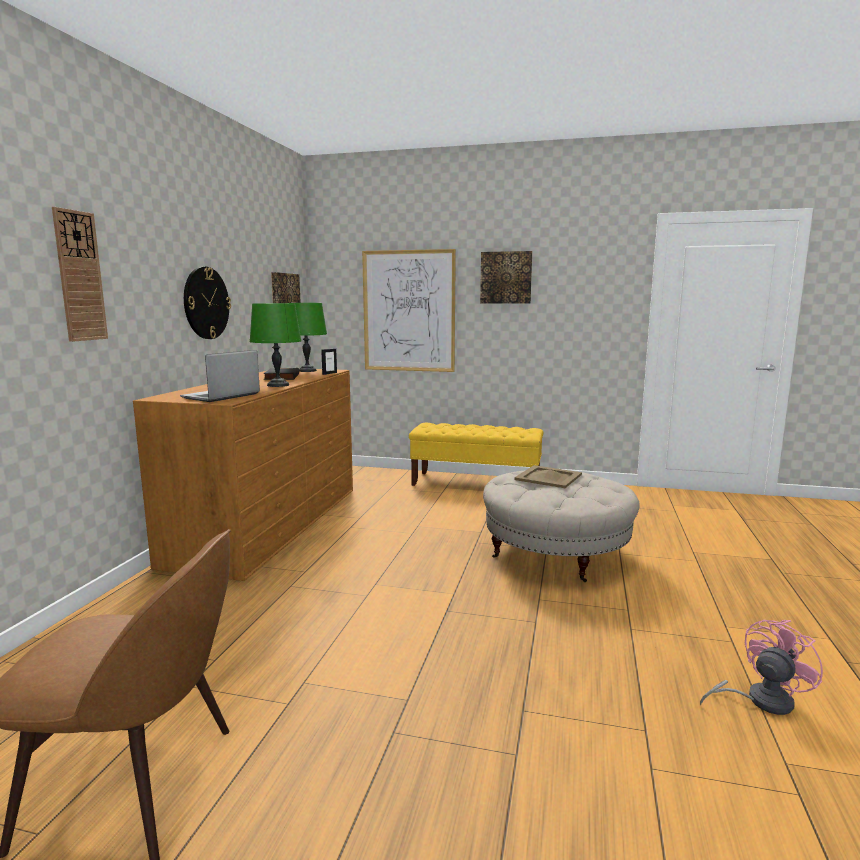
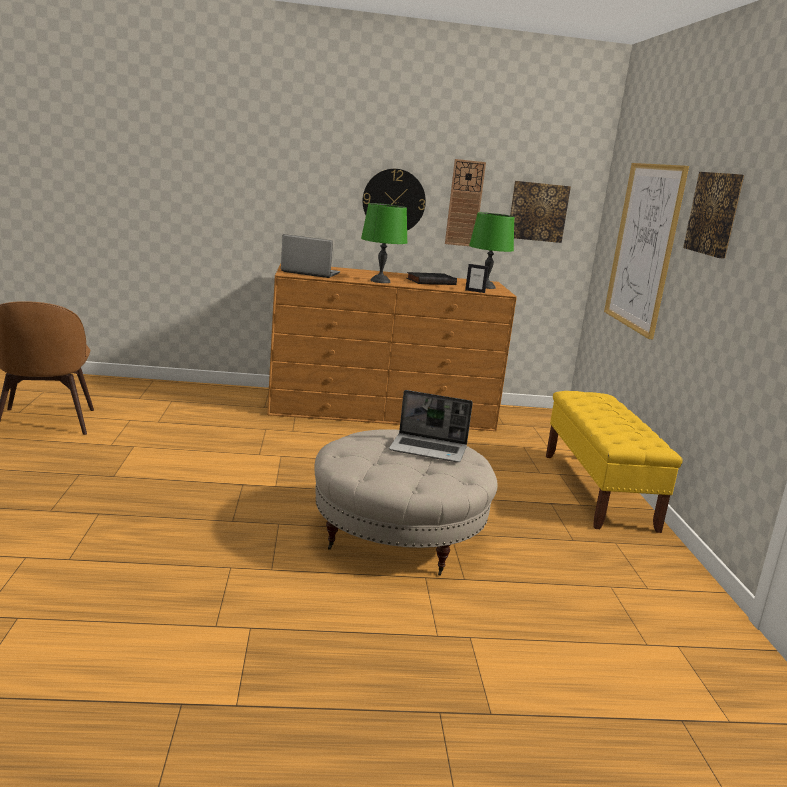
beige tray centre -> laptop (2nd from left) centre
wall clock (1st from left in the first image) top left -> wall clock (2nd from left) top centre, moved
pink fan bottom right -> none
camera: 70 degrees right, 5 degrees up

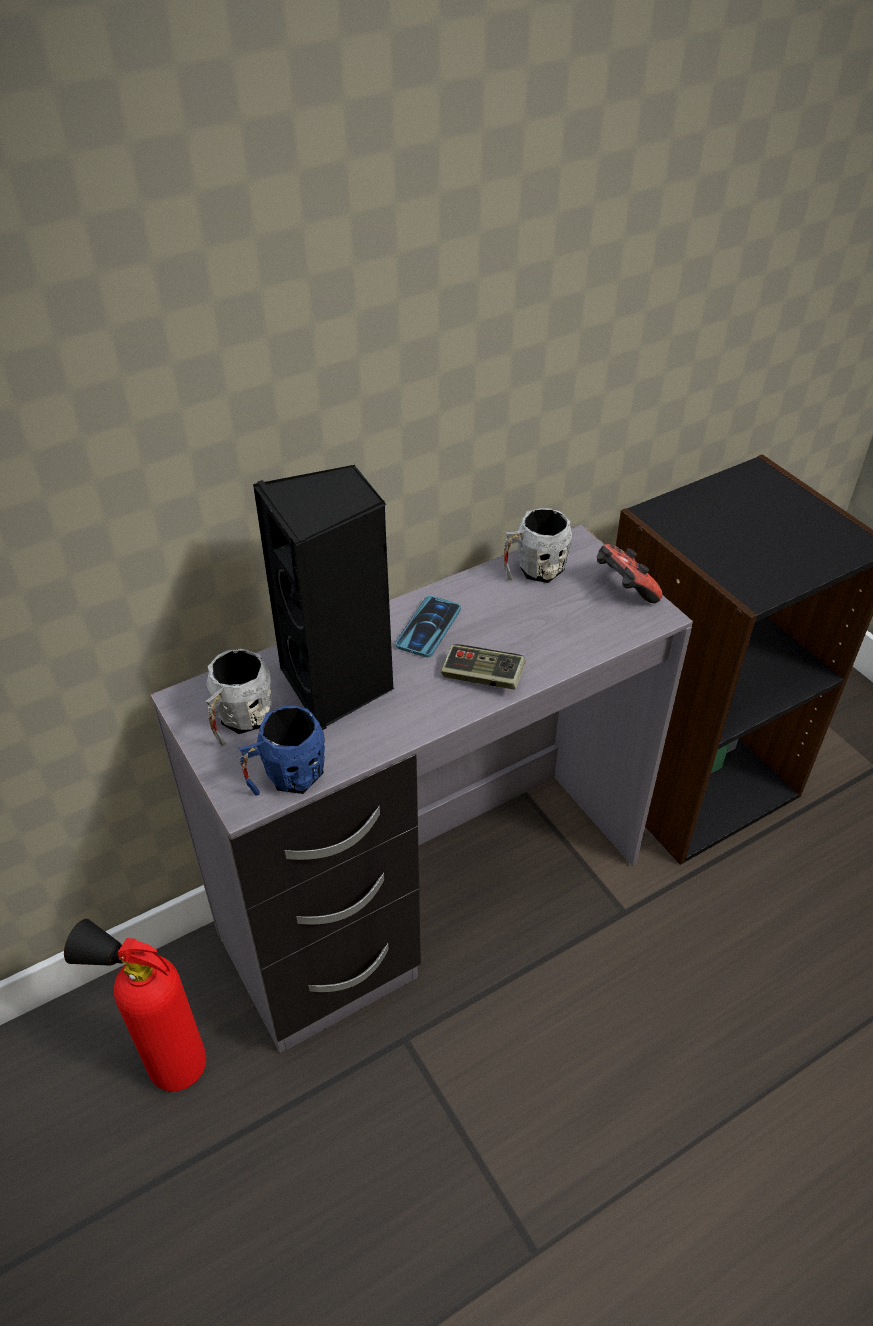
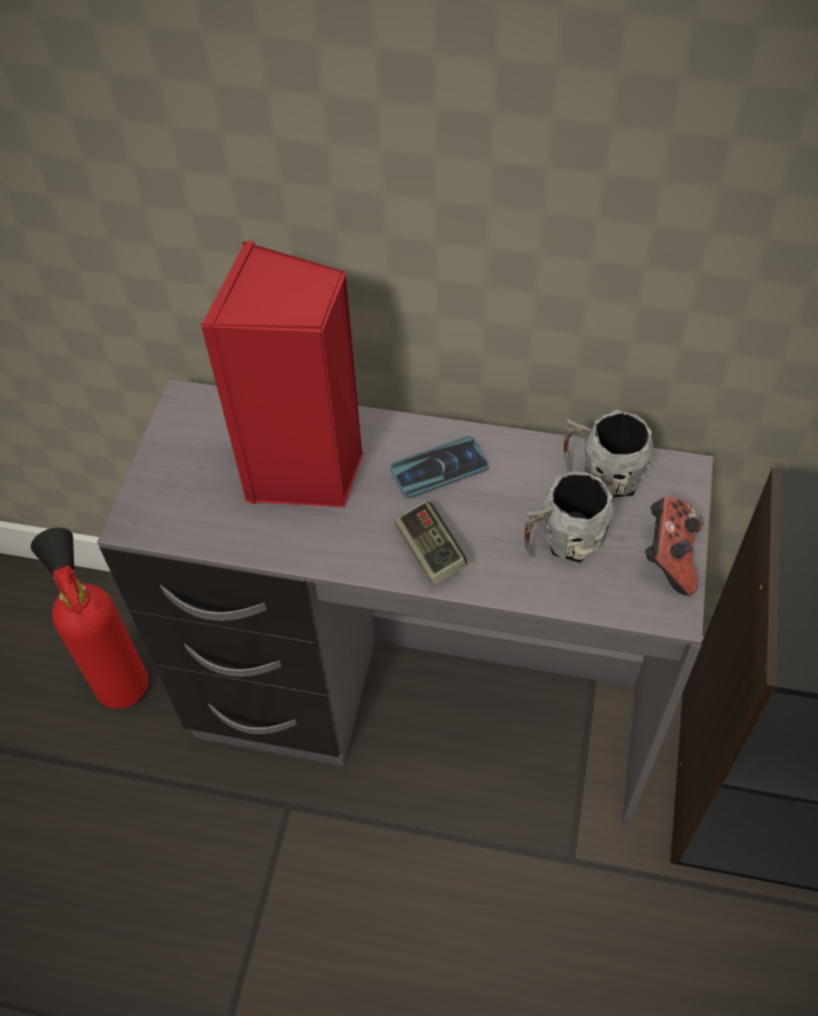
black speaker centre -> red speaker centre
grey mug (1st from left) middle left -> grey mug (1st from left) middle right, moved
blue mug middle left -> none
camera: 45 degrees right, 10 degrees up

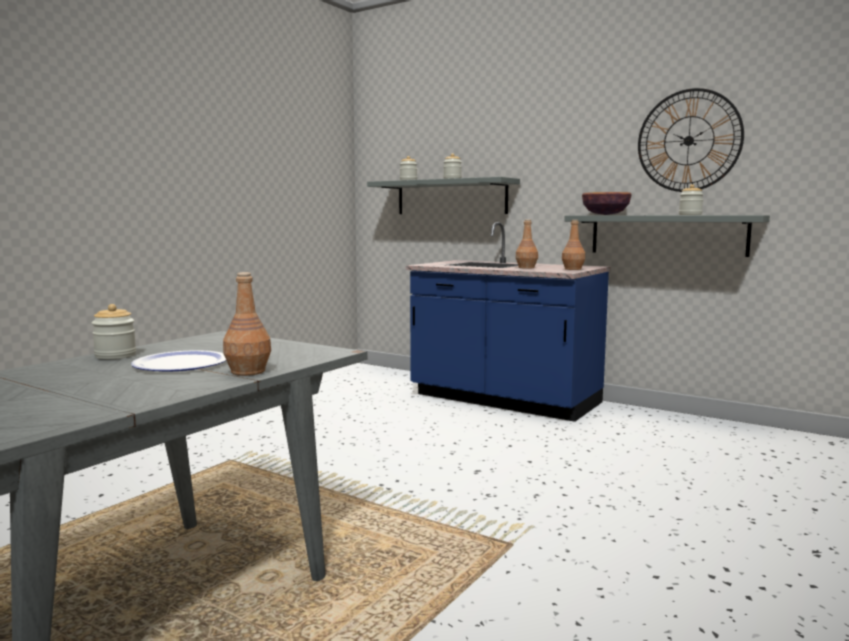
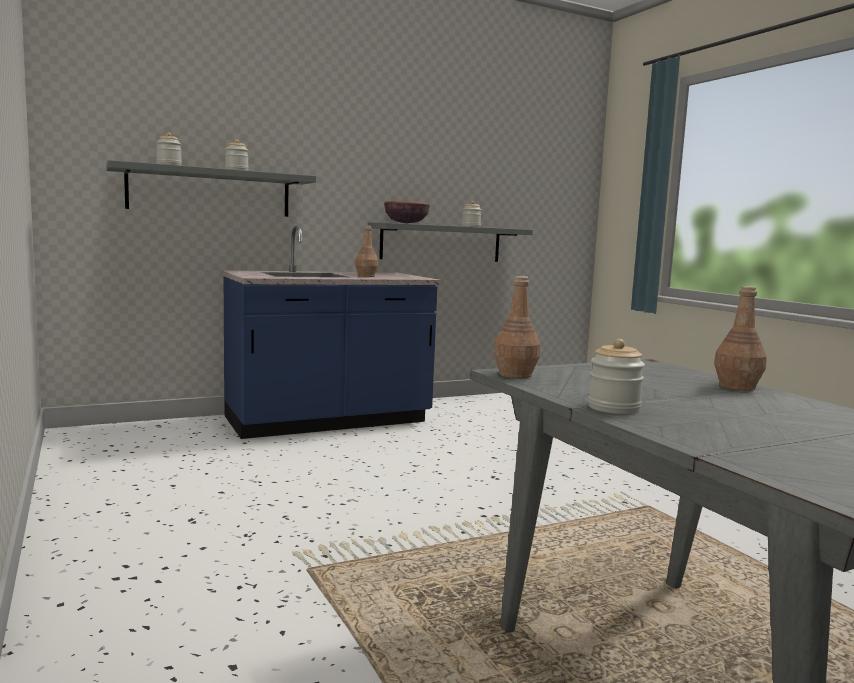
brown bottle (3rd from left in the first image) middle right -> brown bottle (2nd from left) centre, moved
plate middle left -> none
wall clock top right -> none
camera: 60 degrees left, 0 degrees up

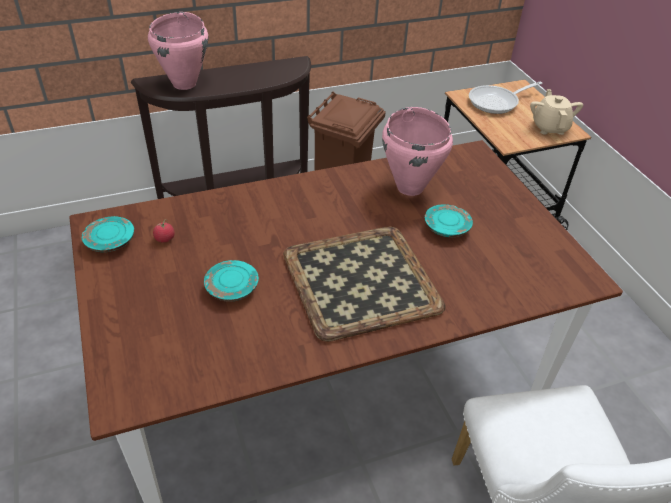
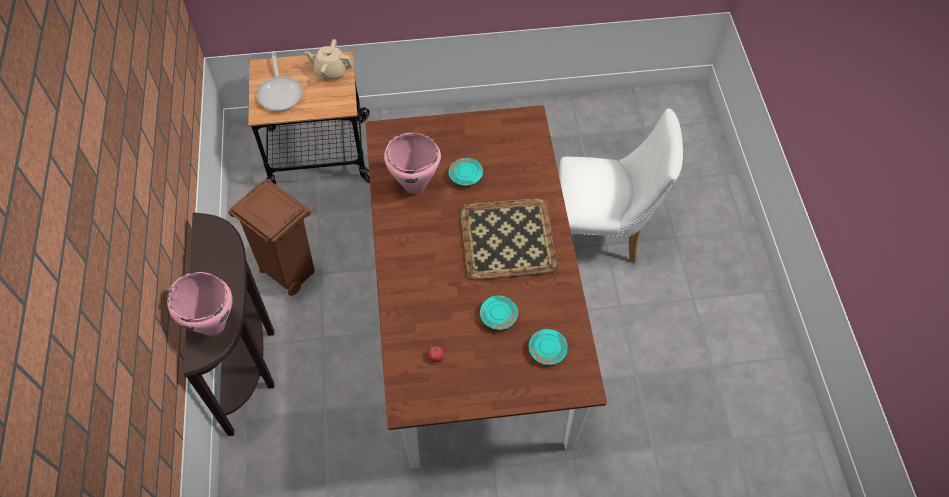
turquoise plate (1st from left in the first image) middle left -> turquoise plate (3rd from left) bottom centre, moved
camera: 75 degrees left, 15 degrees up

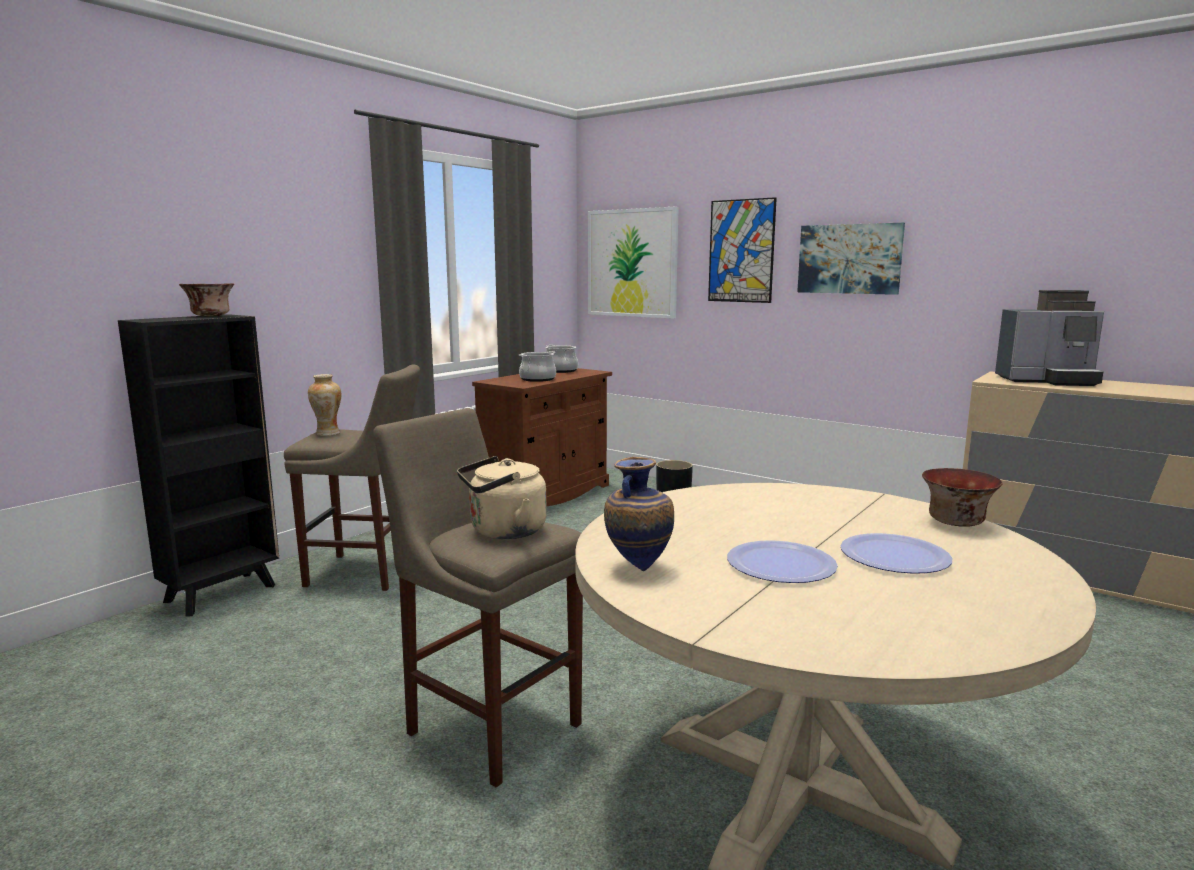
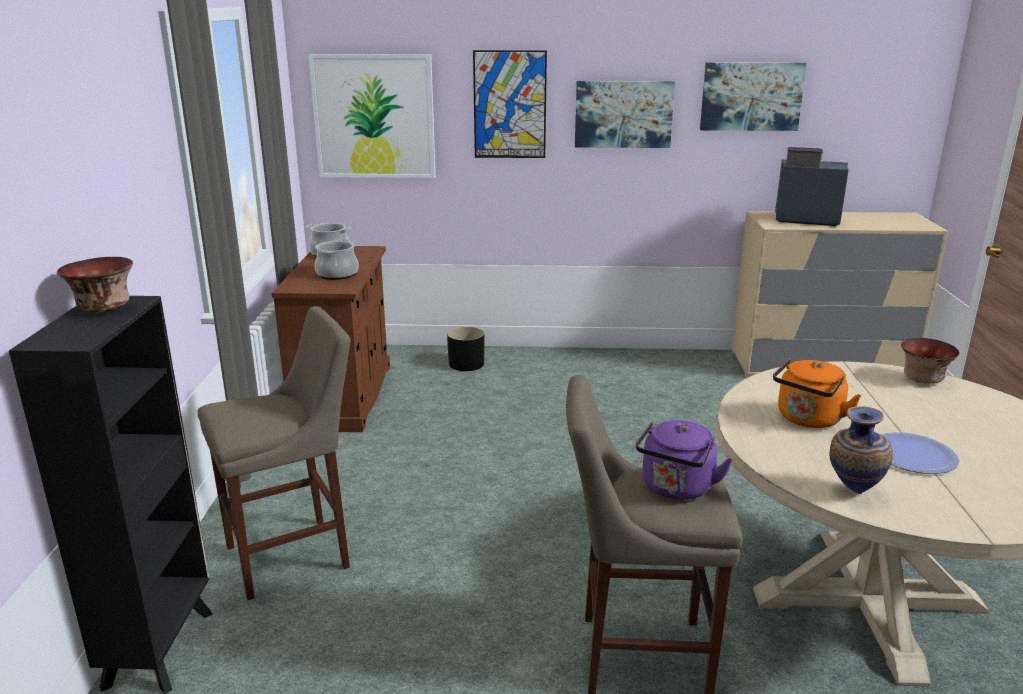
beige kettle centre -> purple kettle middle right
none -> picture (4th from left) top right
none -> orange kettle middle right
coffee machine middle right -> coffee machine top right, 135 degrees counterclockwise
vase (1st from left) middle left -> none
plate (2nd from left) middle right -> none
camera: 35 degrees left, 10 degrees up

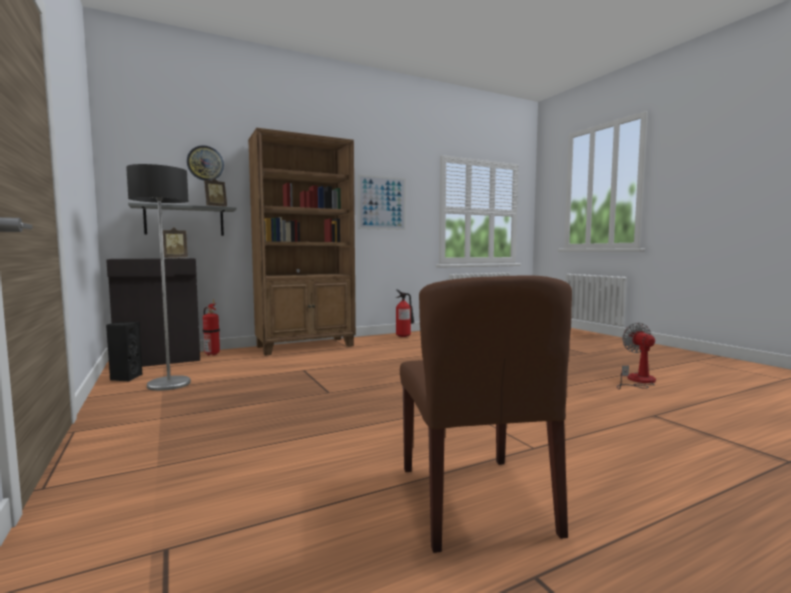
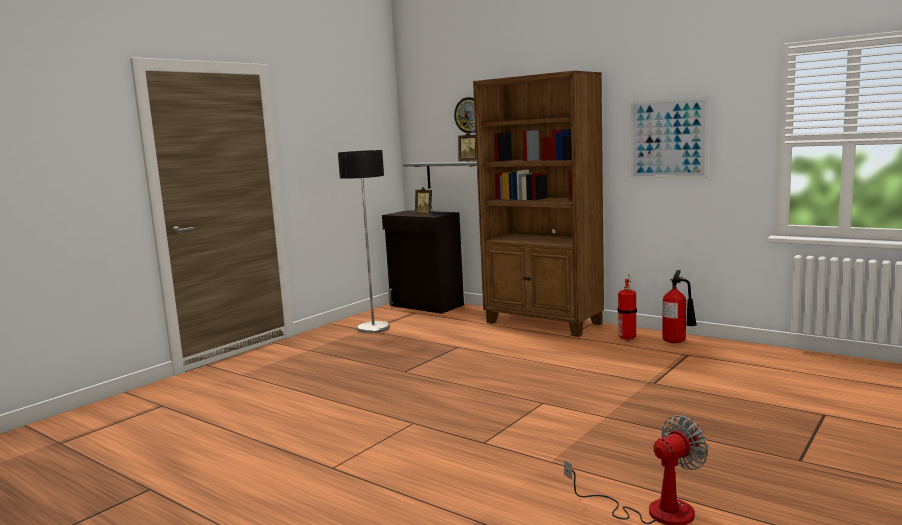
fire extinguisher (1st from left) middle left -> fire extinguisher (1st from left) middle right, moved
black speaker middle left -> none
brown chair bottom centre -> none
camera: 65 degrees right, 5 degrees up

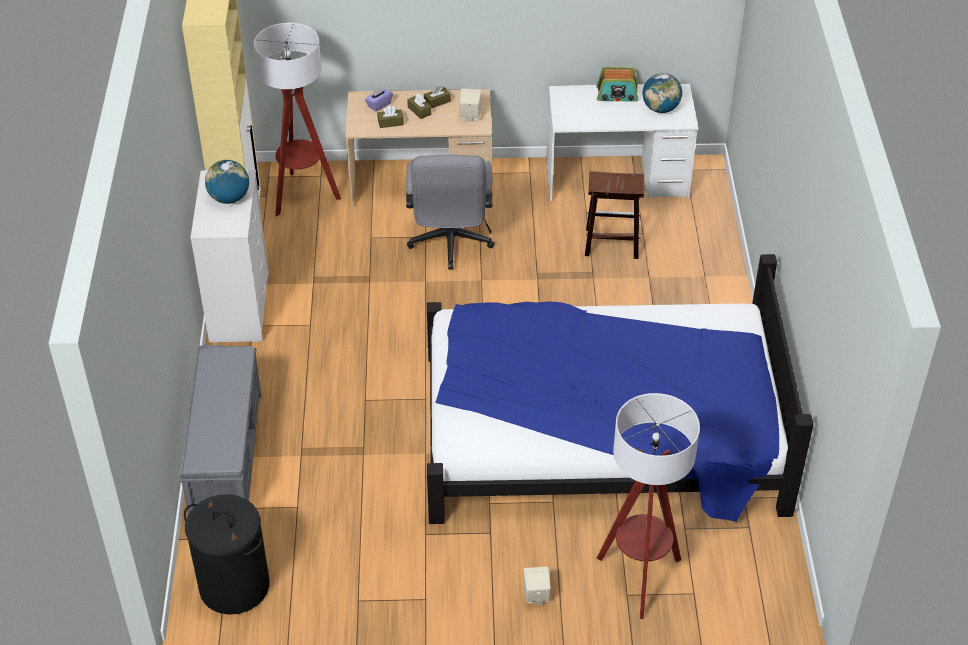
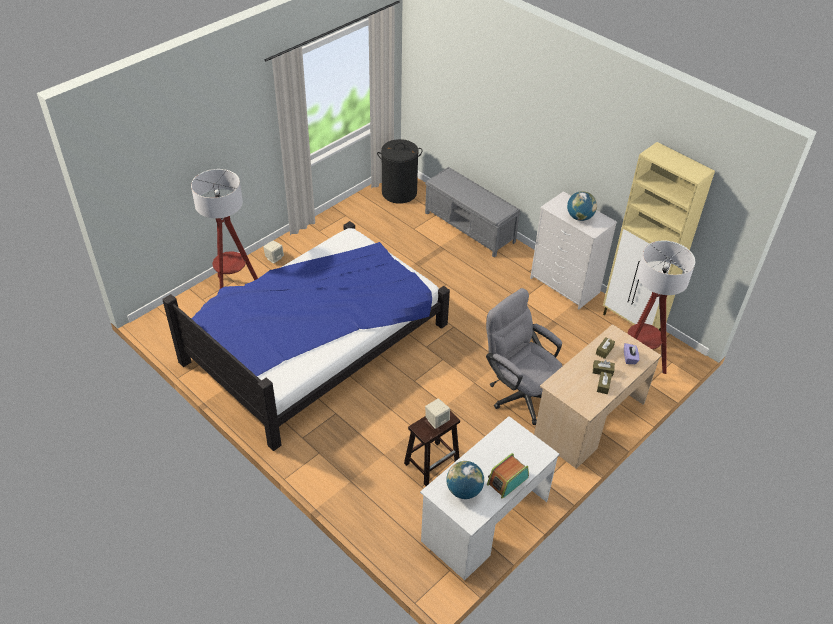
beige speaker (1st from left in the first image) top centre -> beige speaker (2nd from left) centre, moved
camera: 135 degrees right, 0 degrees up

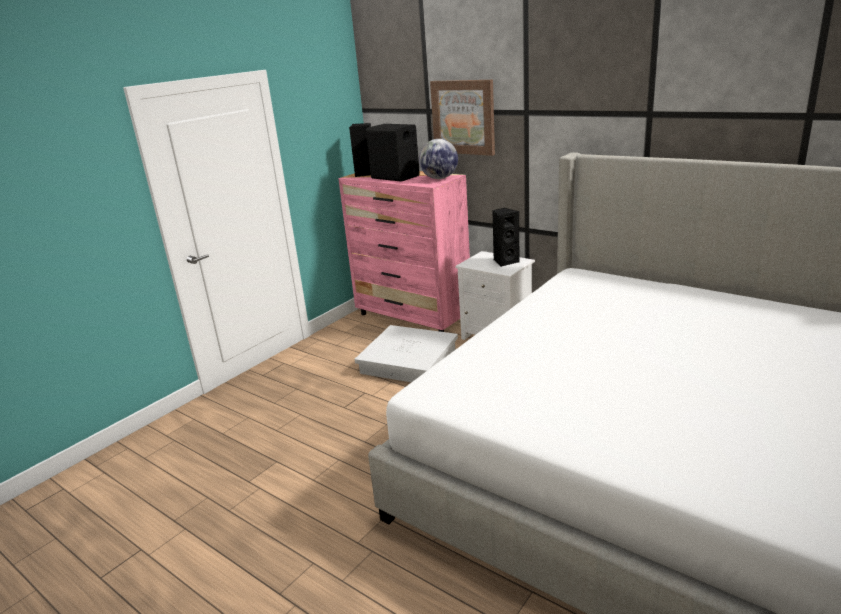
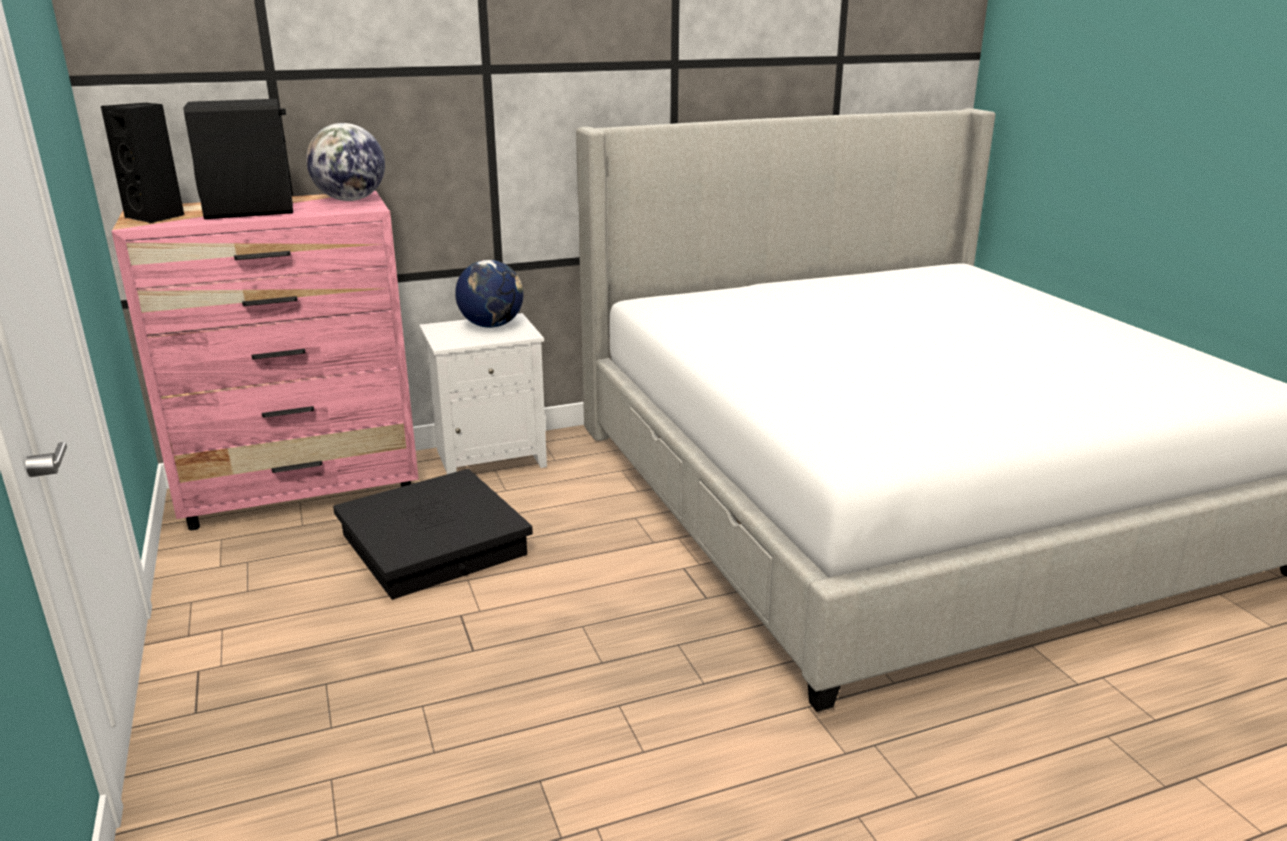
white storage box centre -> black storage box centre
black speaker (3rd from left) centre -> globe (2nd from left) centre
picture top centre -> none
camera: 60 degrees left, 0 degrees up

